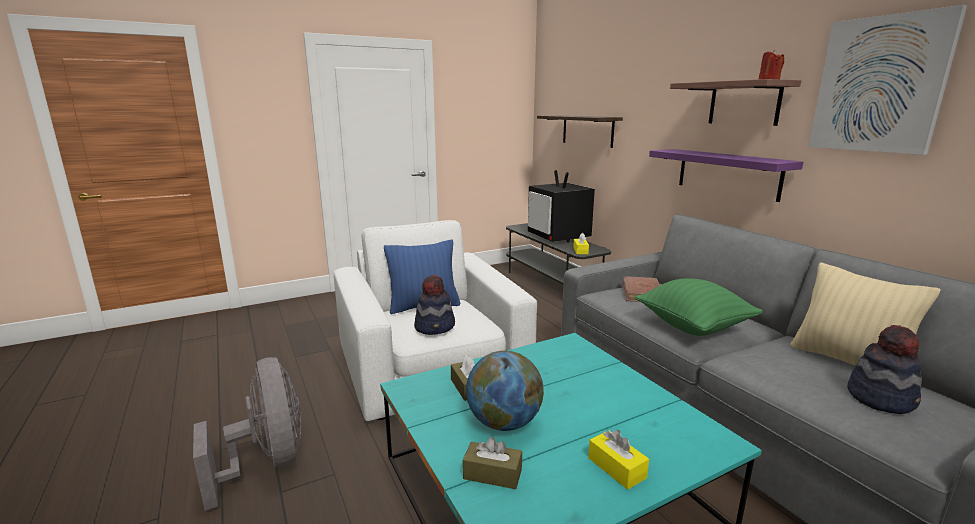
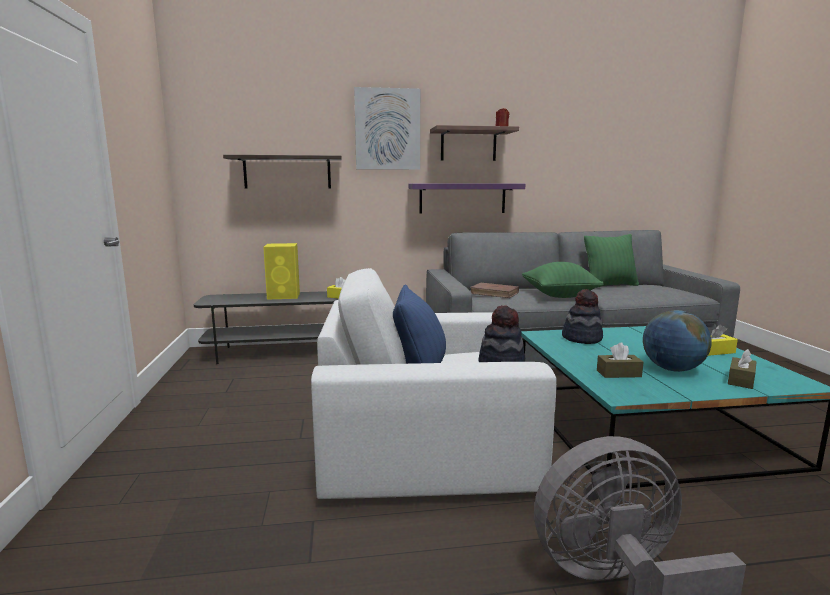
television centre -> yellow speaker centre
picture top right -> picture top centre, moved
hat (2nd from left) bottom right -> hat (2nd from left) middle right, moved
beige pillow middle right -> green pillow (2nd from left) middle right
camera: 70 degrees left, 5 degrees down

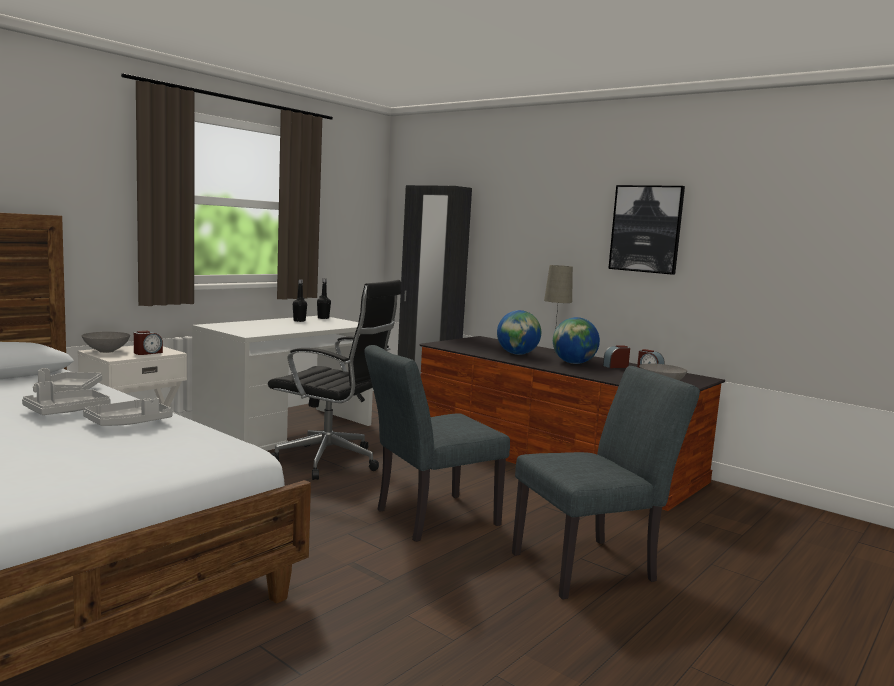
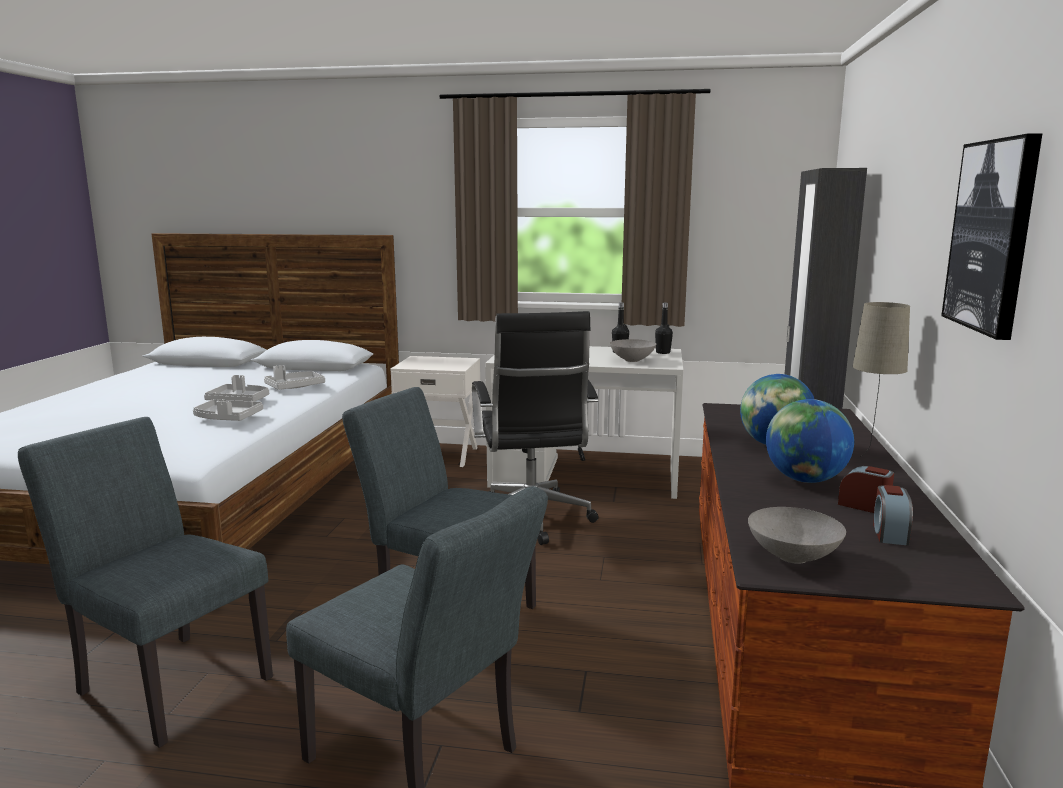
none -> grey chair (1st from left) bottom left
grey bowl (1st from left) middle left -> grey bowl (1st from left) centre, moved
alarm clock (1st from left) middle left -> none
camera: 60 degrees right, 5 degrees up

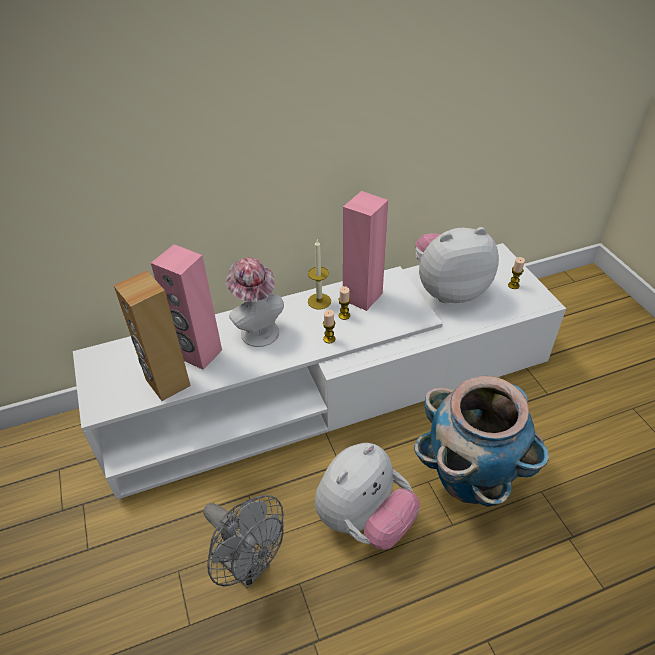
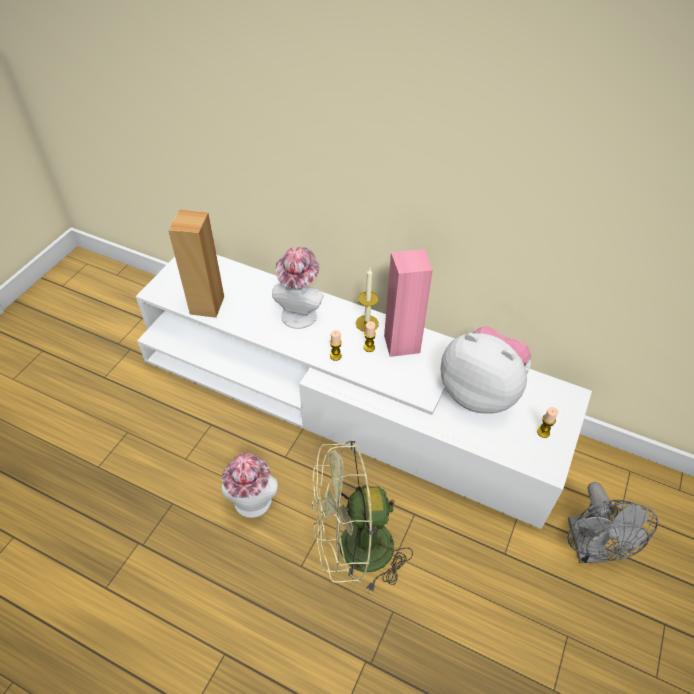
plush toy (1st from left) bottom centre -> hat (1st from left) bottom centre
planter bottom right -> green fan bottom centre
grey fan bottom centre -> grey fan bottom right, moved
pink speaker (1st from left) middle left -> none
camera: 45 degrees right, 5 degrees up

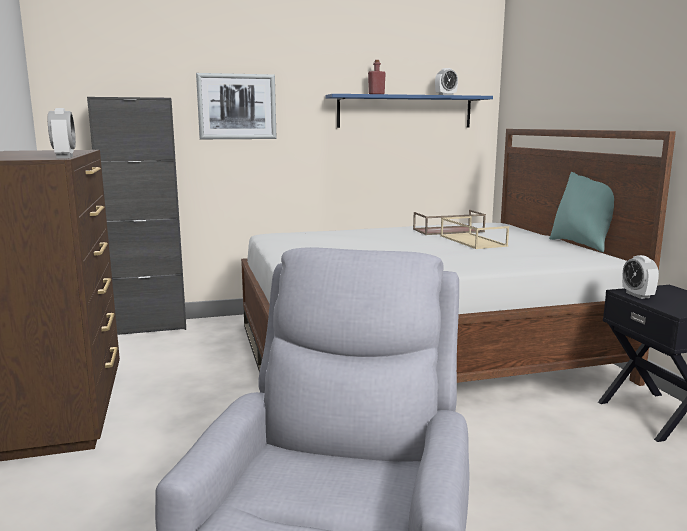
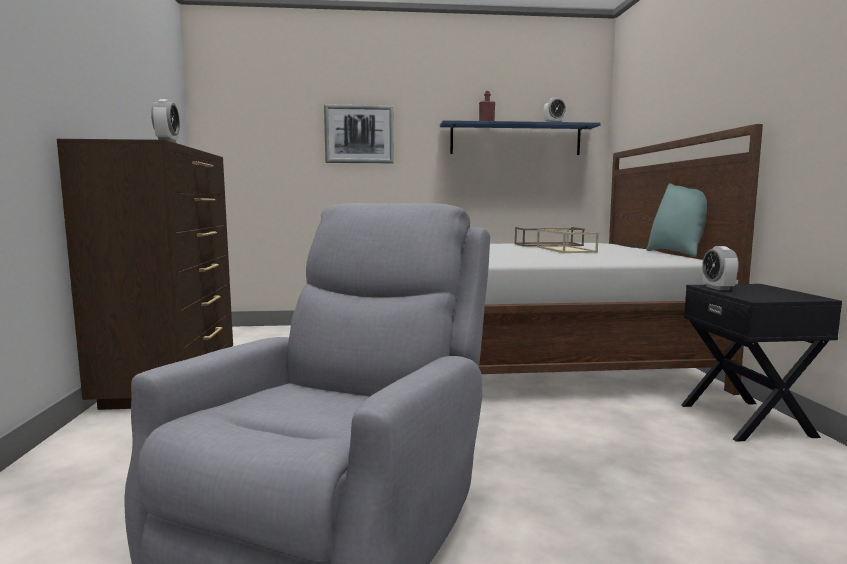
black cabinet middle left -> none
camera: 10 degrees right, 5 degrees down

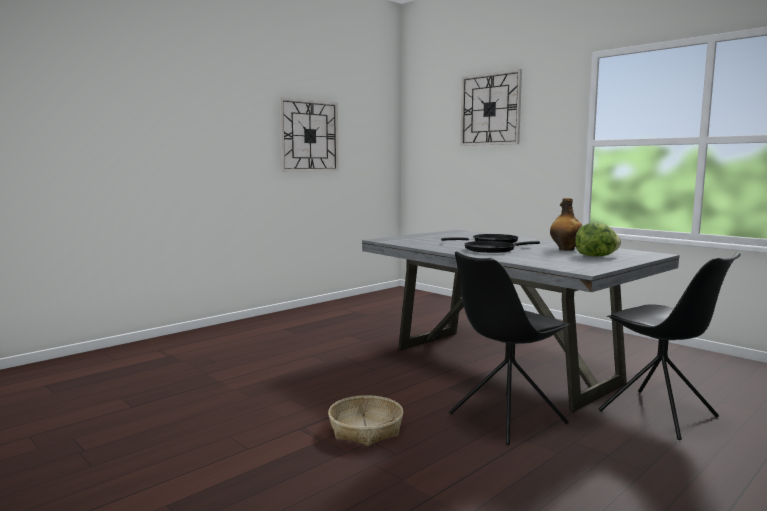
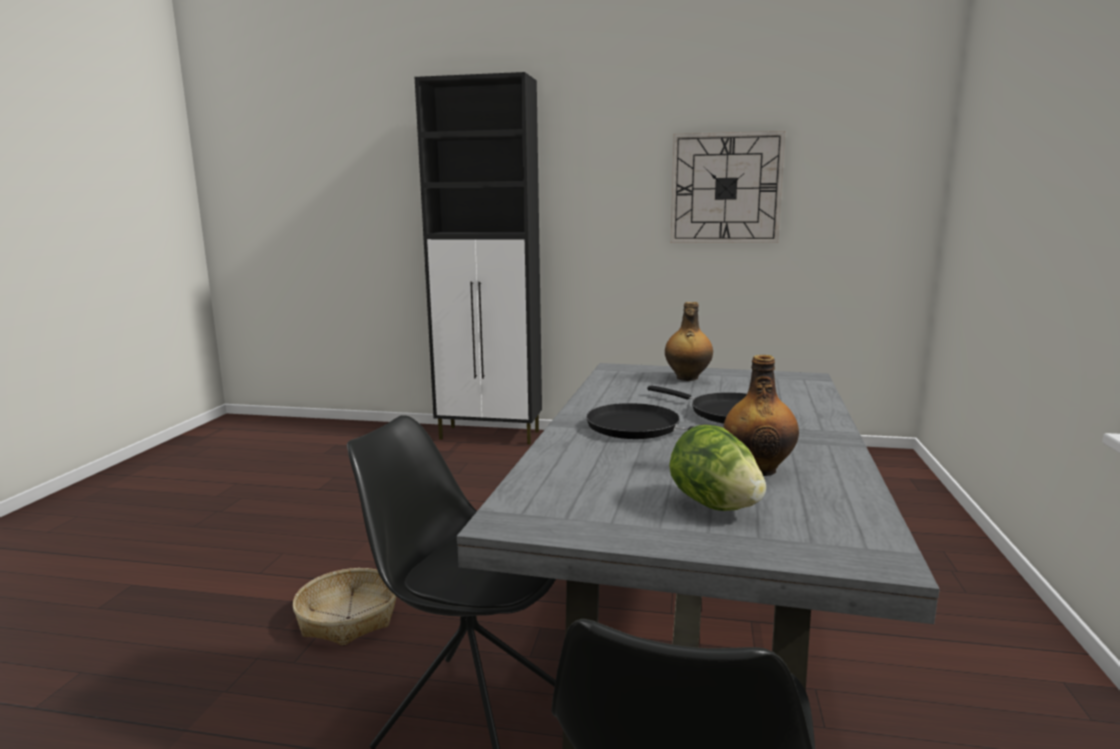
none -> black cabinet centre
none -> bottle (1st from left) centre
wall clock (2nd from left) top centre -> none
camera: 55 degrees right, 5 degrees up

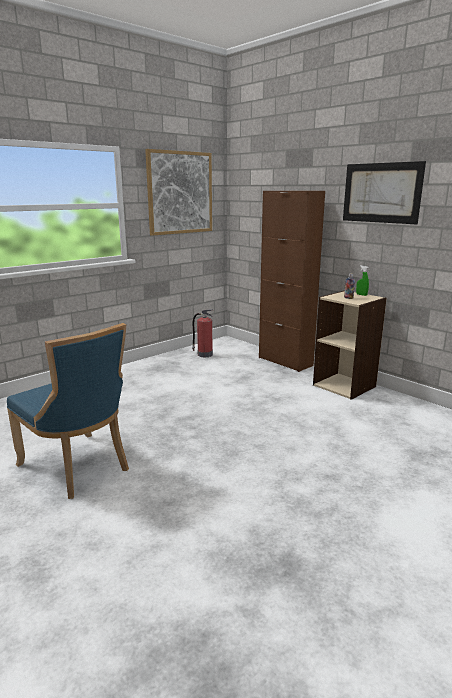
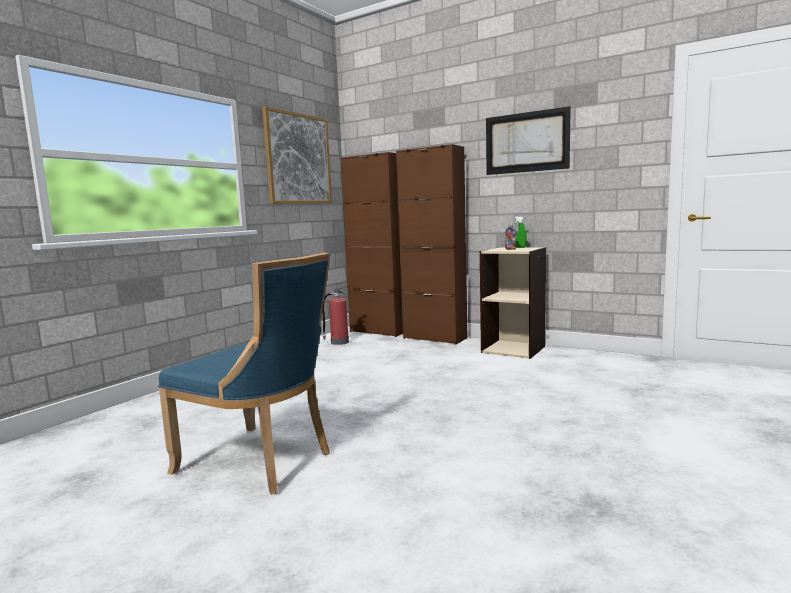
none -> brown cabinet (1st from left) centre
camera: 15 degrees left, 10 degrees down

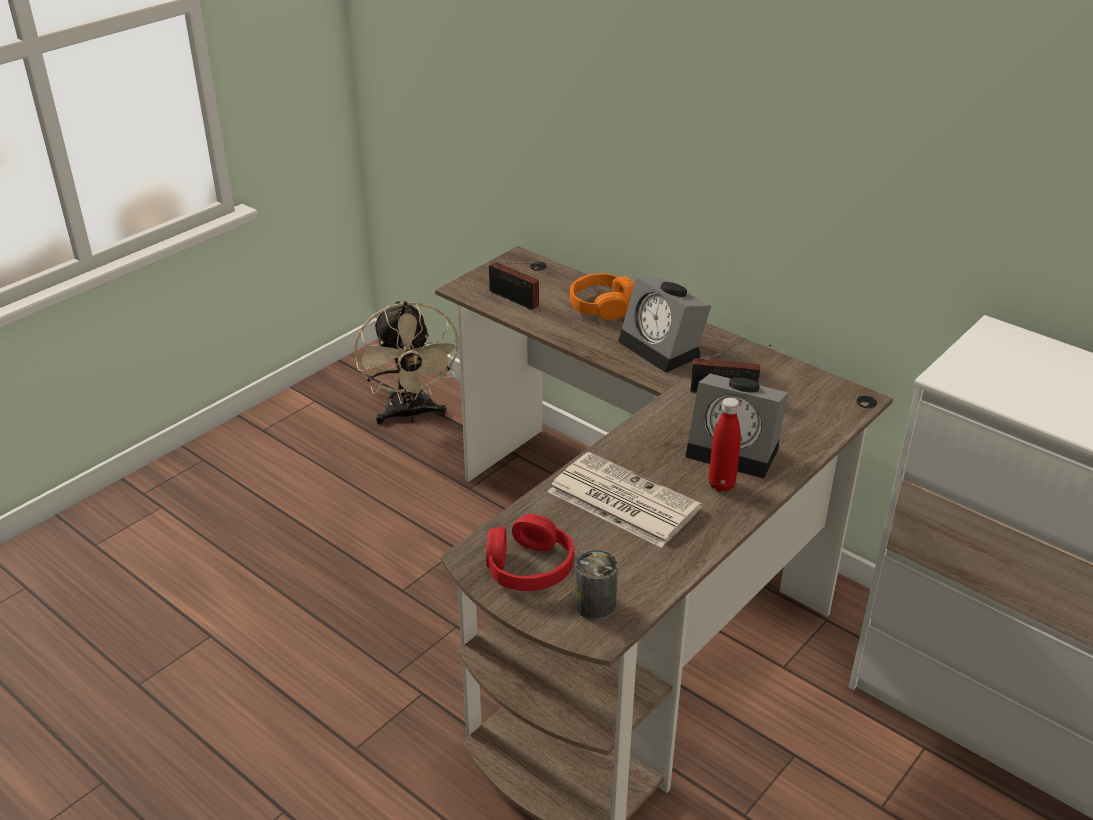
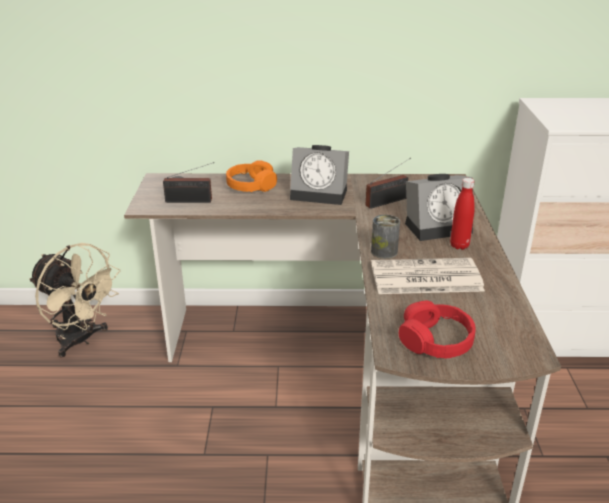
can bottom centre -> can centre, moved
camera: 40 degrees left, 5 degrees down

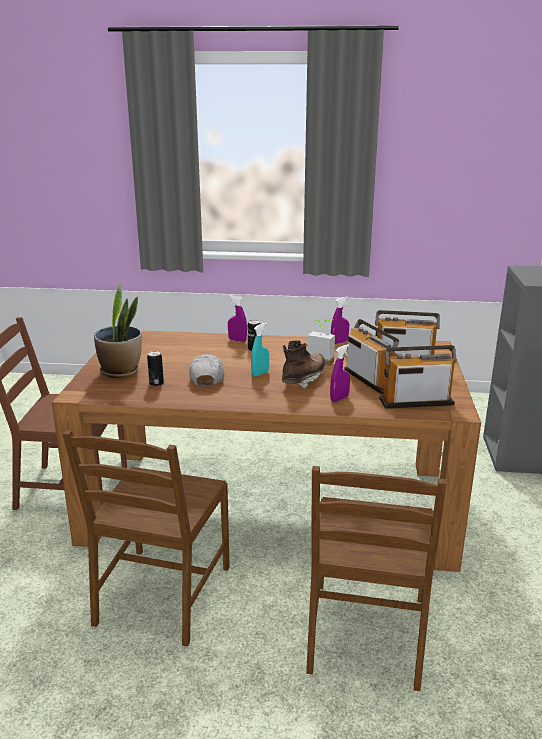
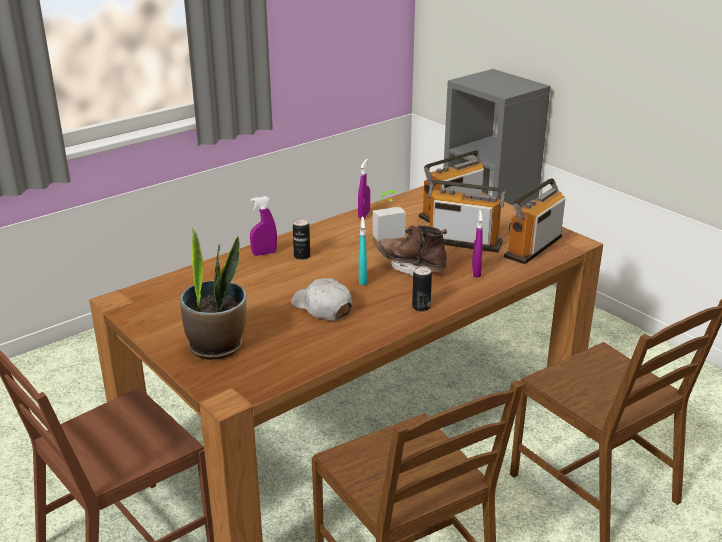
brown boot centre, 45 degrees counterclockwise
can (1st from left in the first image) middle left -> can (2nd from left) centre, moved
camera: 45 degrees left, 5 degrees up

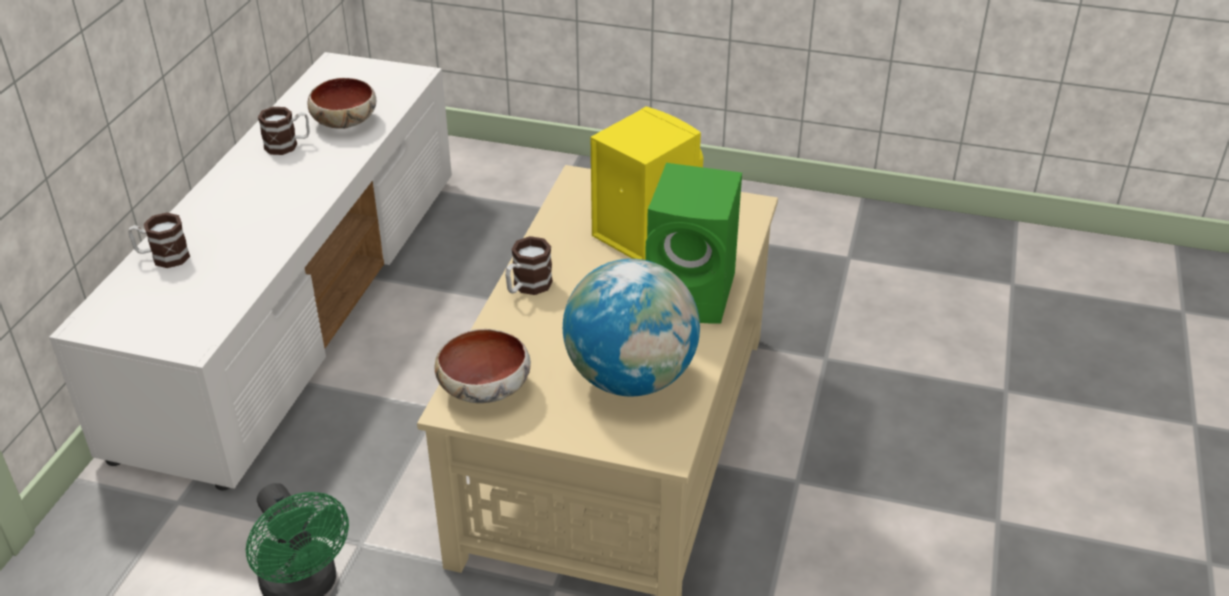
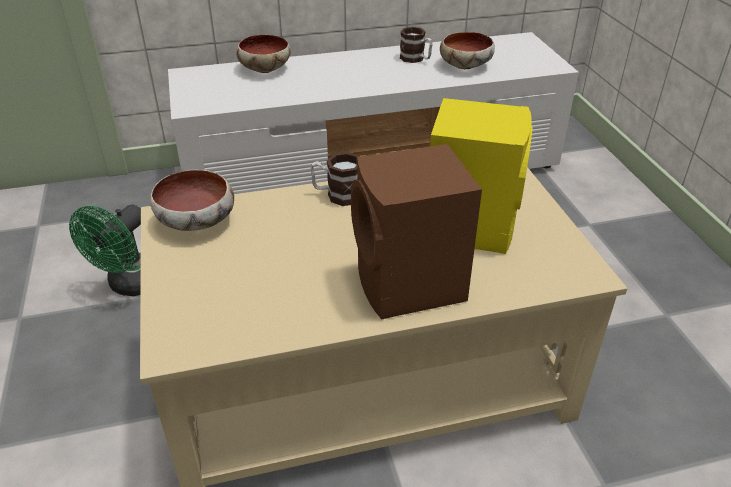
mug (1st from left) middle left -> bowl (2nd from left) top centre
green speaker centre -> brown speaker centre
globe centre -> none
camera: 60 degrees right, 0 degrees up

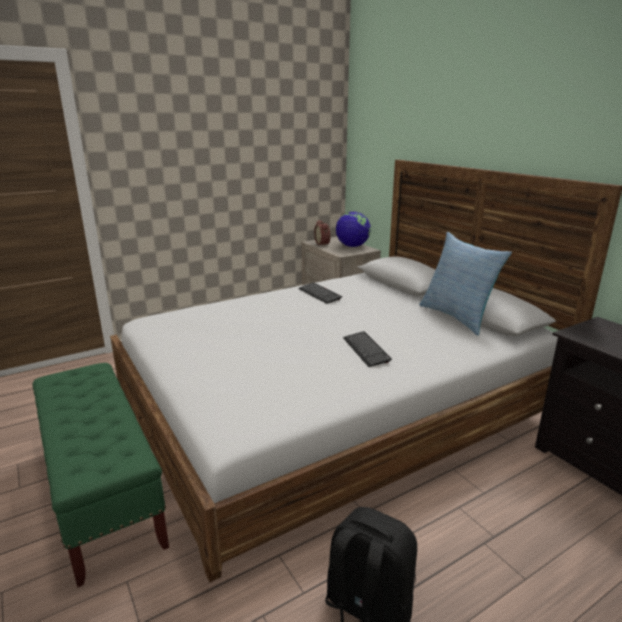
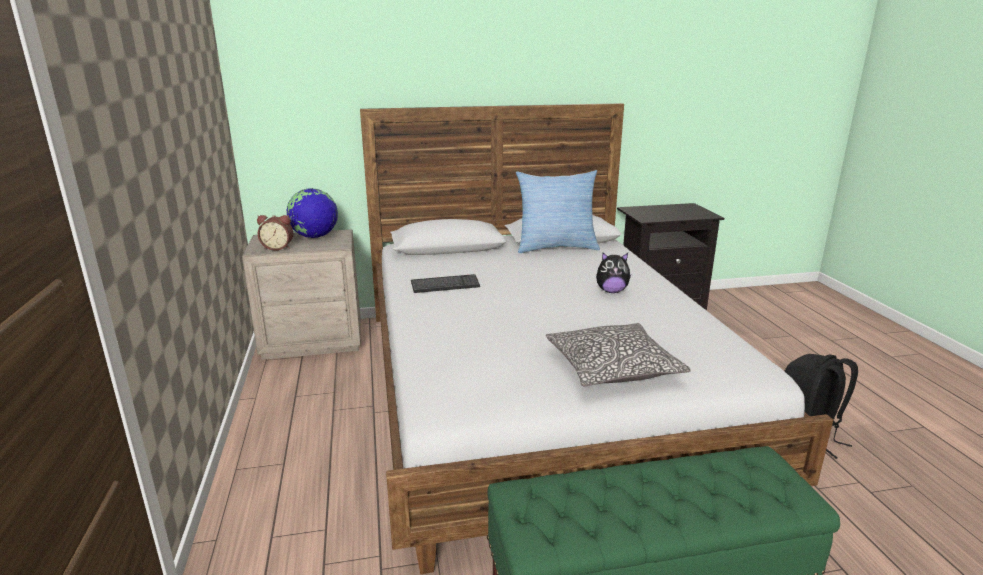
none -> pillow (2nd from left) centre
keyboard (2nd from left) centre -> plush toy centre
camera: 70 degrees left, 0 degrees up

